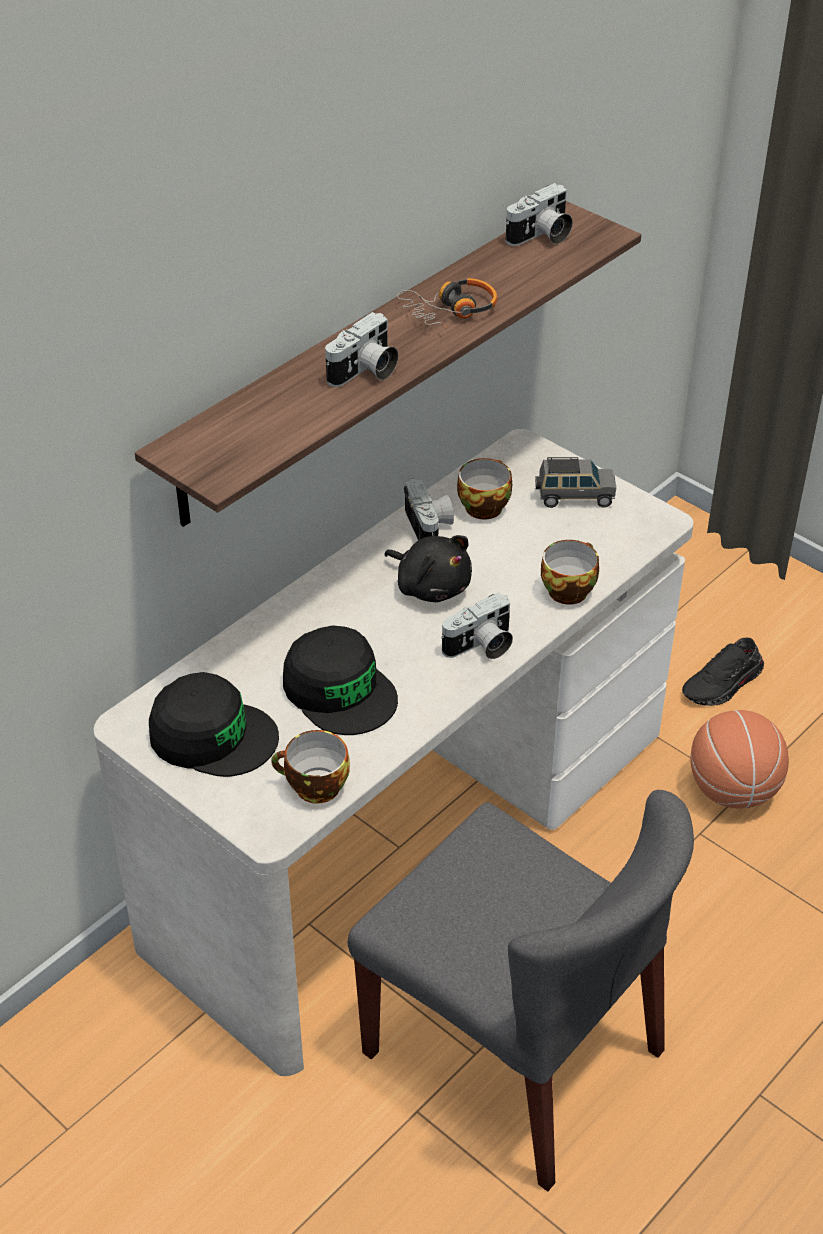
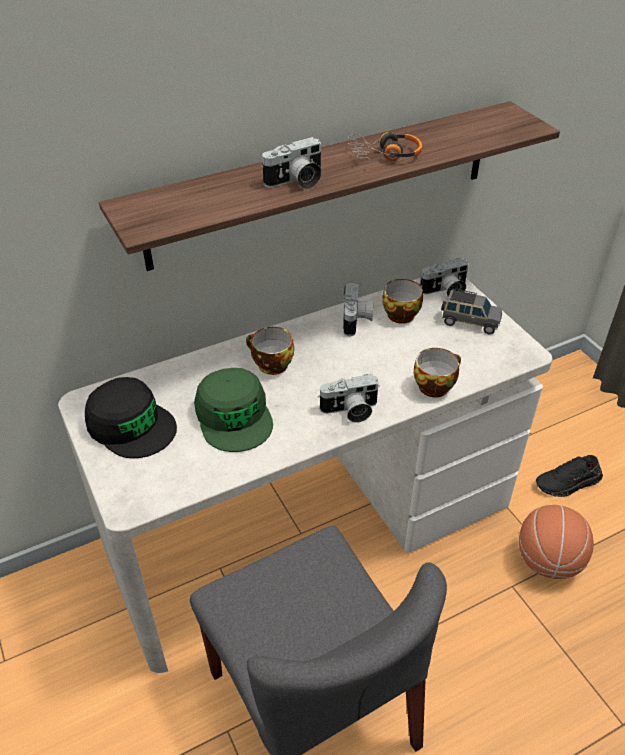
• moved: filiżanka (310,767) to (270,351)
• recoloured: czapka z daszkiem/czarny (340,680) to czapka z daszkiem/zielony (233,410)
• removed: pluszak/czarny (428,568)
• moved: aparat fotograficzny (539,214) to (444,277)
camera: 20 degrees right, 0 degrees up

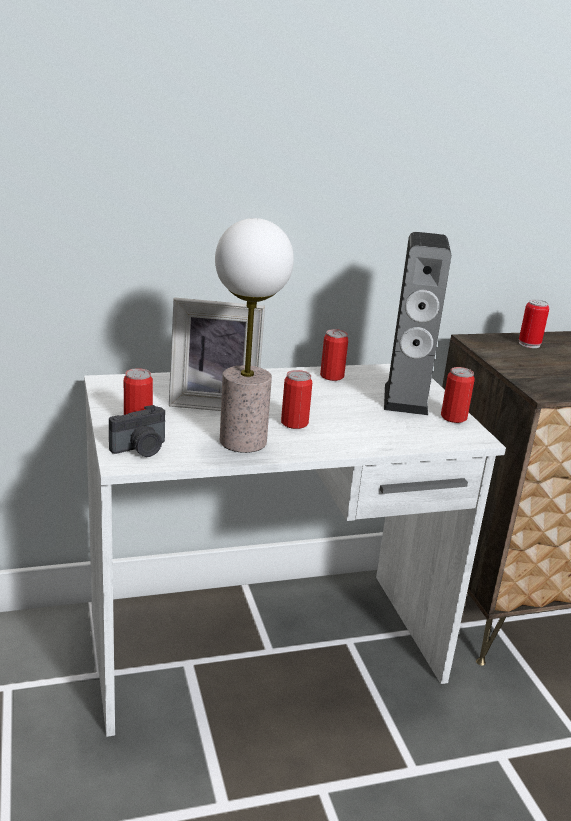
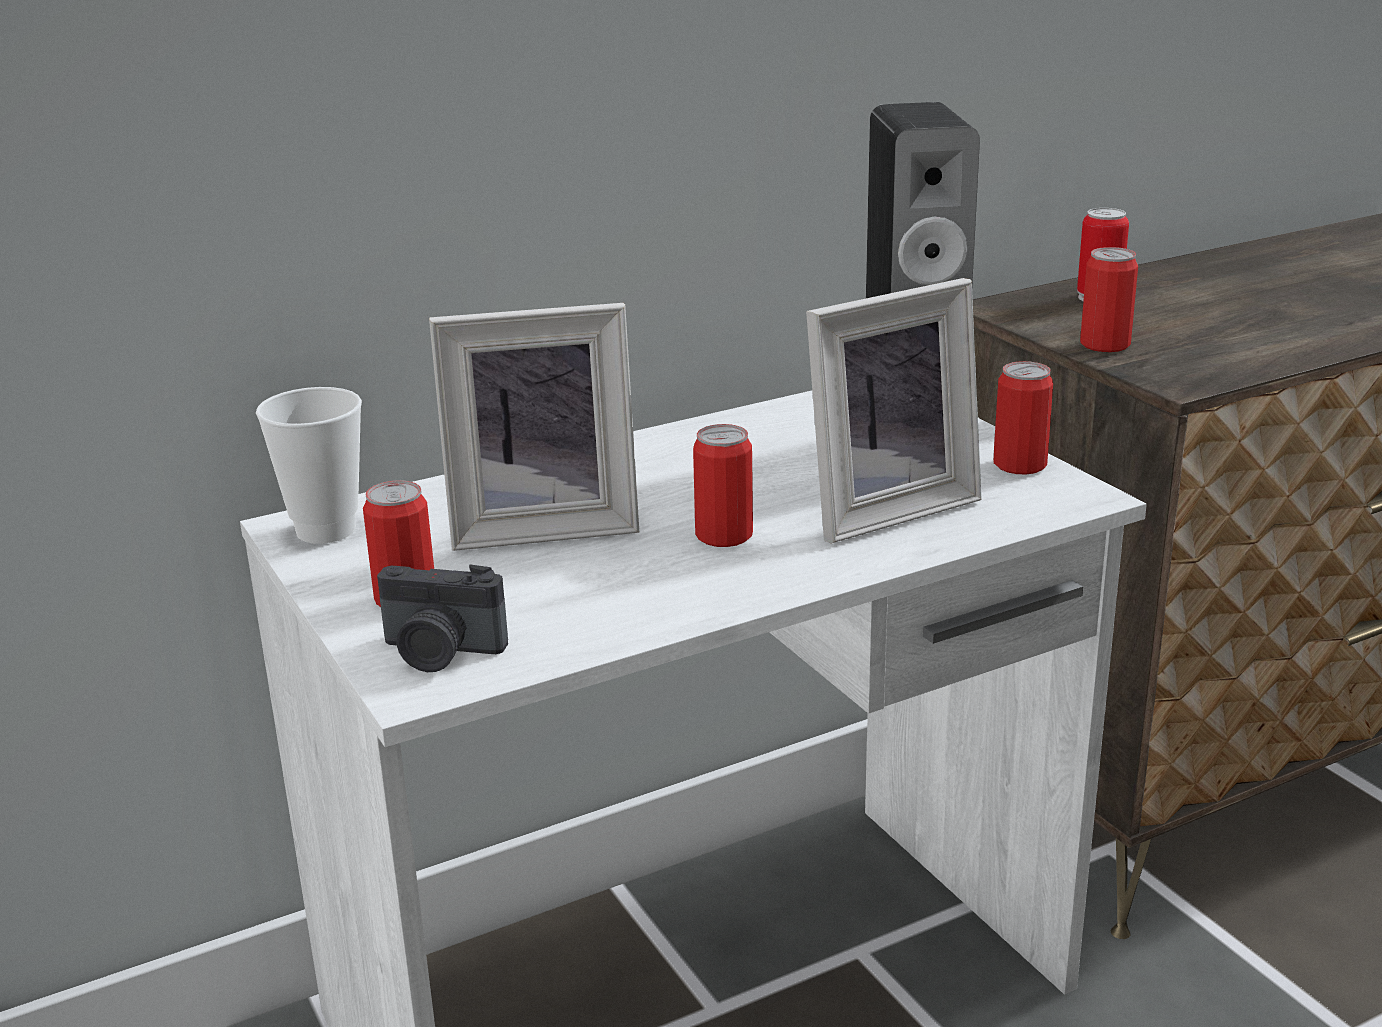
• turned: aparat fotograficzny (137,431) = (442,618) 60 degrees clockwise
• removed: lampa stołowa (254,335)
• moved: puszka (334,355) to (1109,299)
• added: filiżanka (309,465)
• added: ramka na zdjęcie (894,410)
camera: 10 degrees left, 0 degrees up

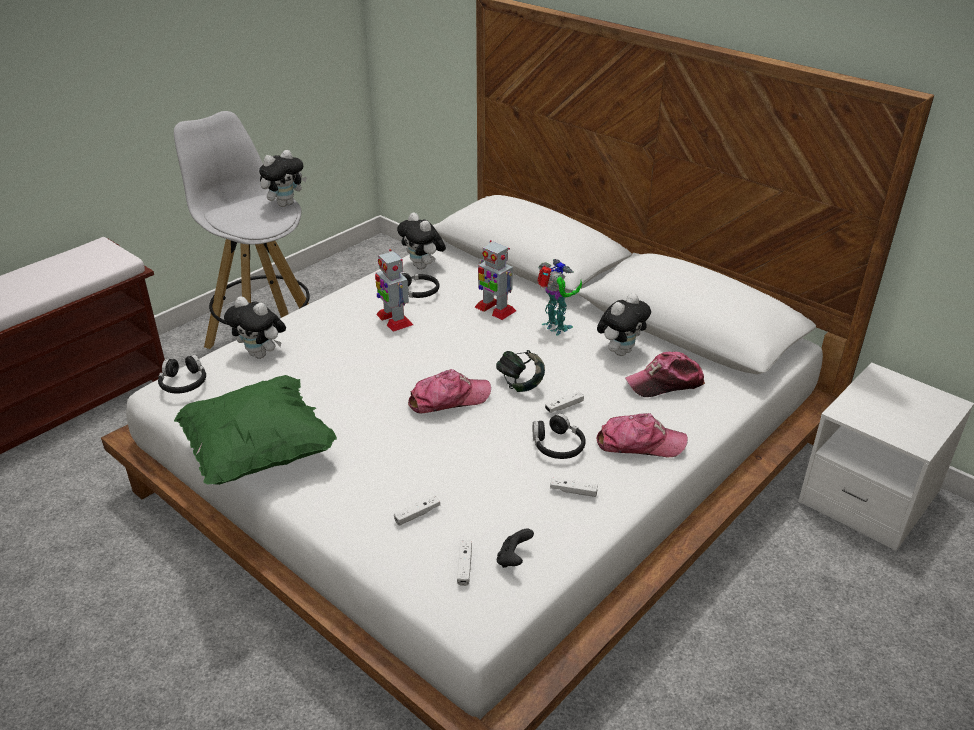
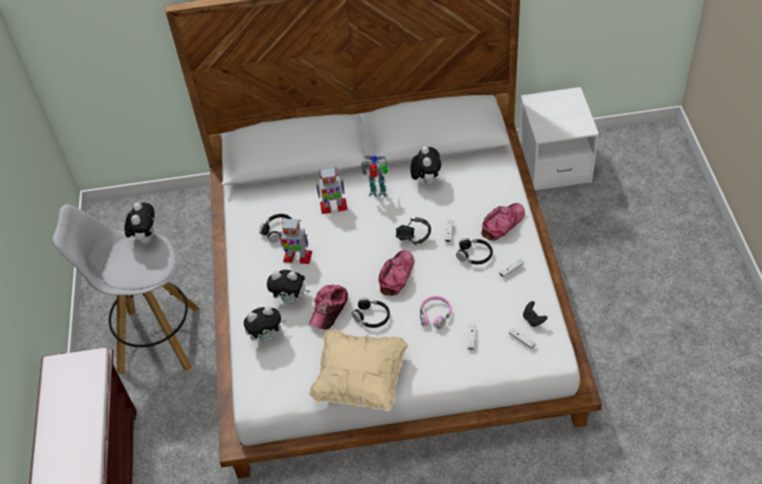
• moved: słuchawki/czarny (182,373) to (371,313)
• recoloured: poduszka/zielony (255,430) to poduszka/beżowy (358,370)
• moved: pluszak (421,241) to (288,287)
• moved: czapka z daszkiem (665,374) to (328,307)
• added: słuchawki/różowy (436,312)
camera: 45 degrees left, 15 degrees up

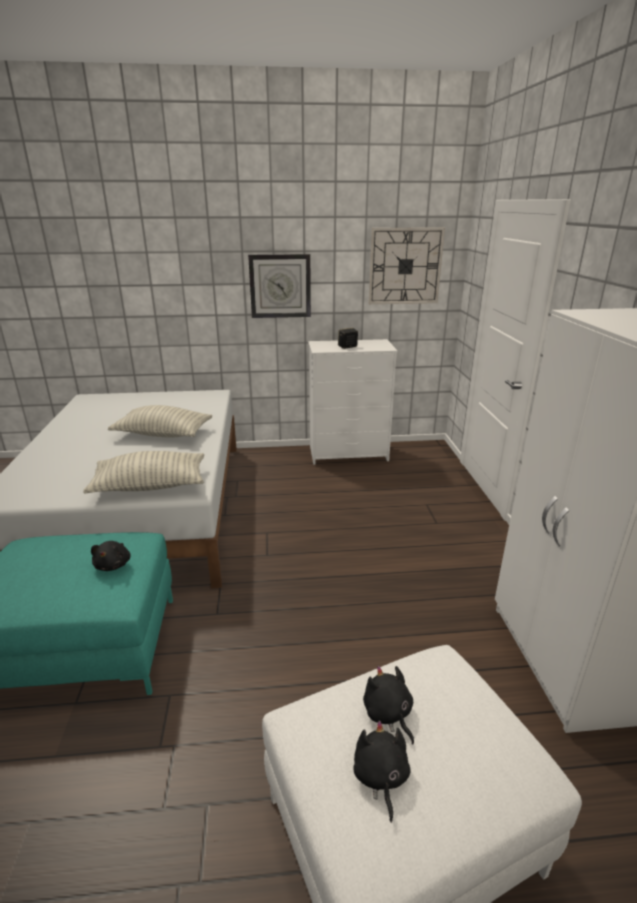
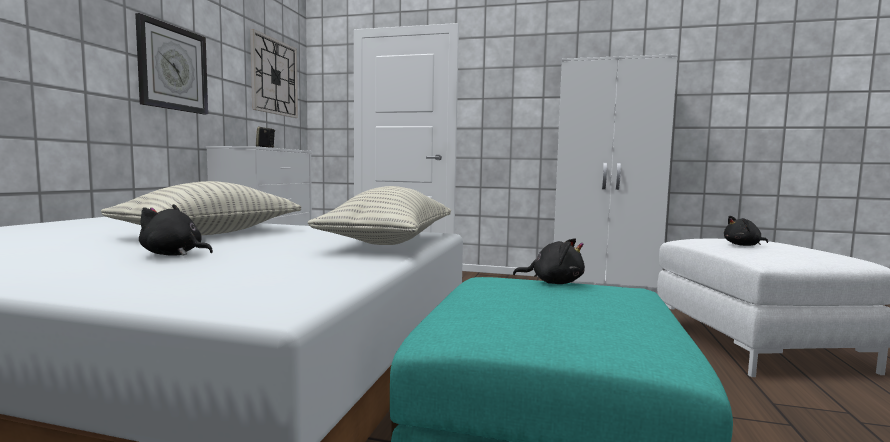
• moved: pluszak/czarny (382,771) to (176,230)
camera: 70 degrees left, 20 degrees down

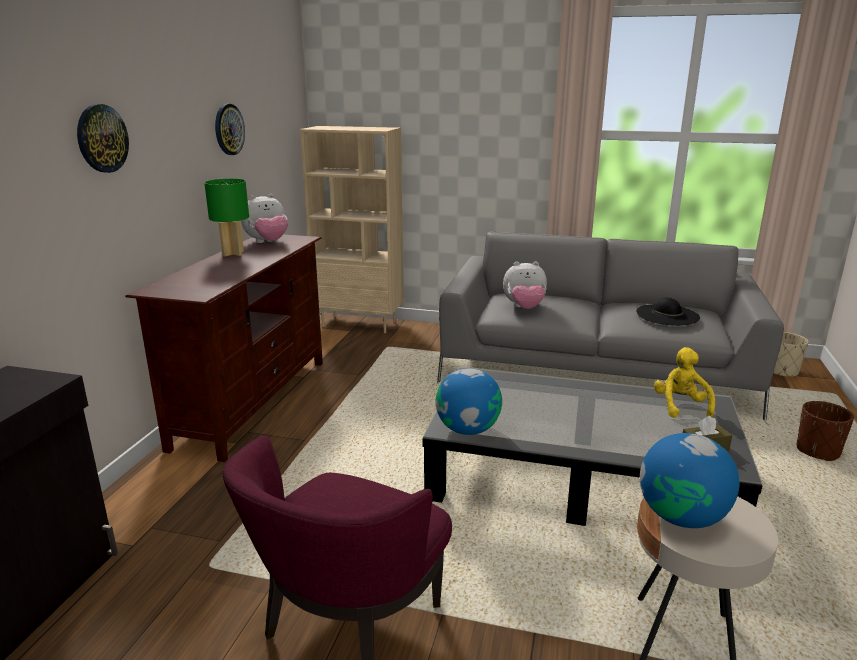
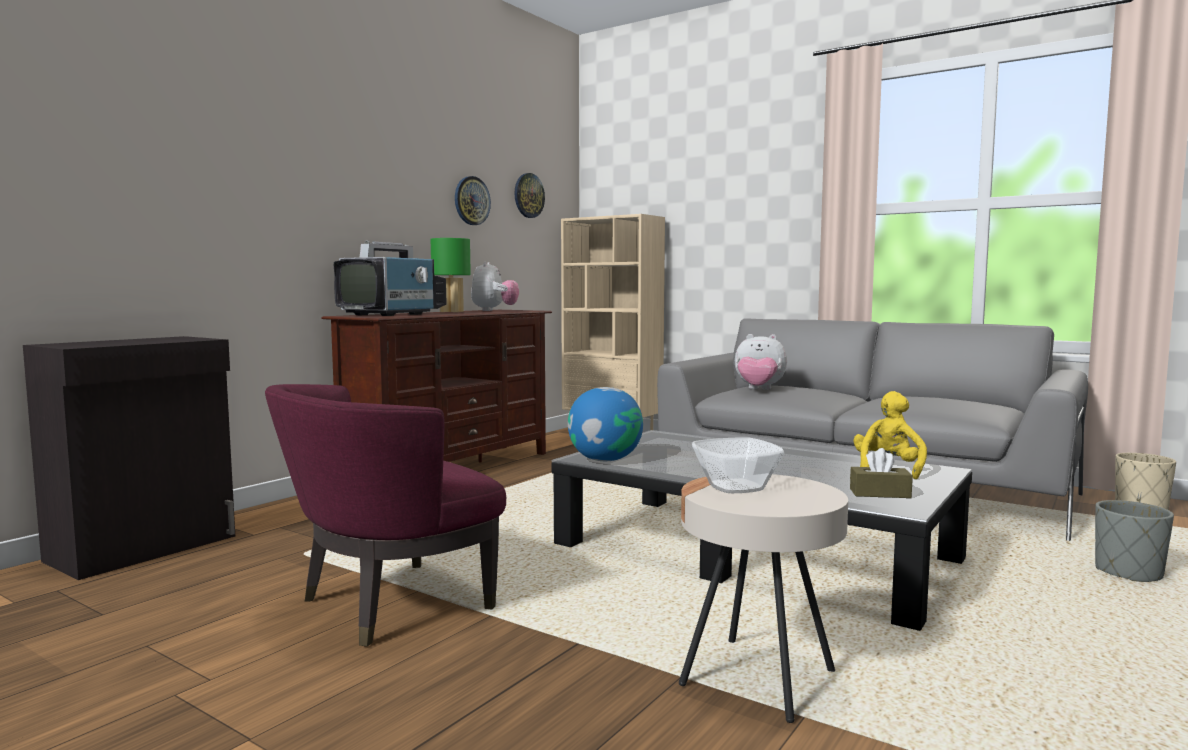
• moved: zegar ścienny (103,138) to (529,195)
• turned: pluszak (264,218) = (495,286) 75 degrees counterclockwise
• removed: kapelusz/czarny (668,312)
• replaced: globus (689,480) to miska (738,465)
• recoloured: donica/brązowy (825,431) to donica/szary (1134,541)
• added: telewizor (390,278)
camera: 20 degrees right, 15 degrees down

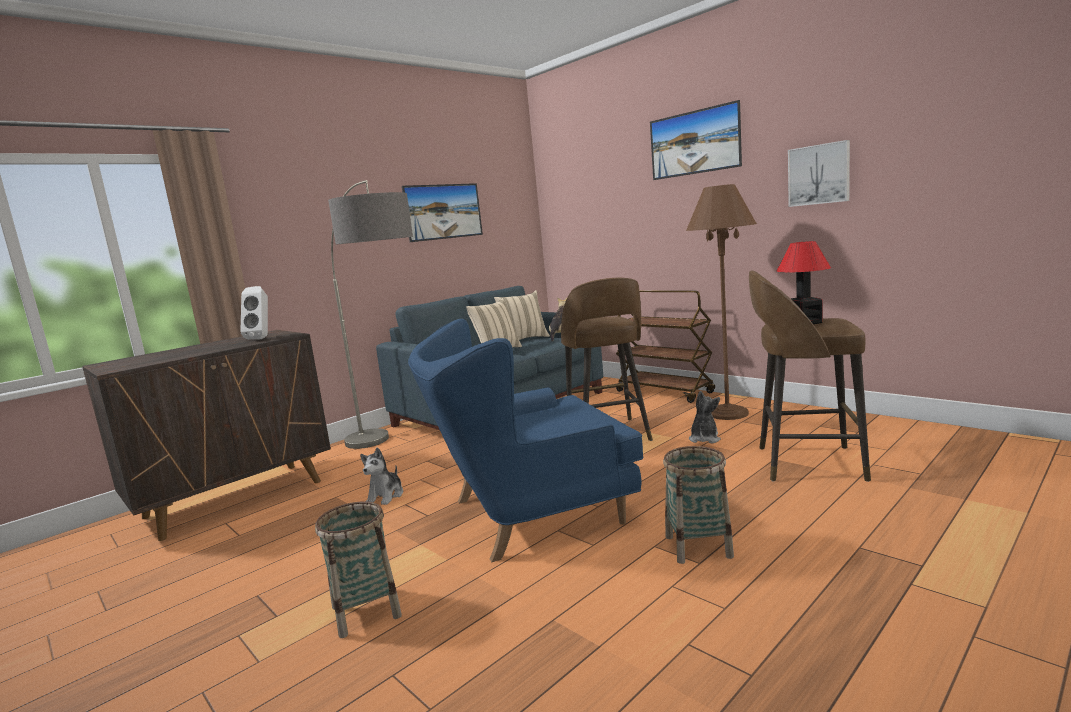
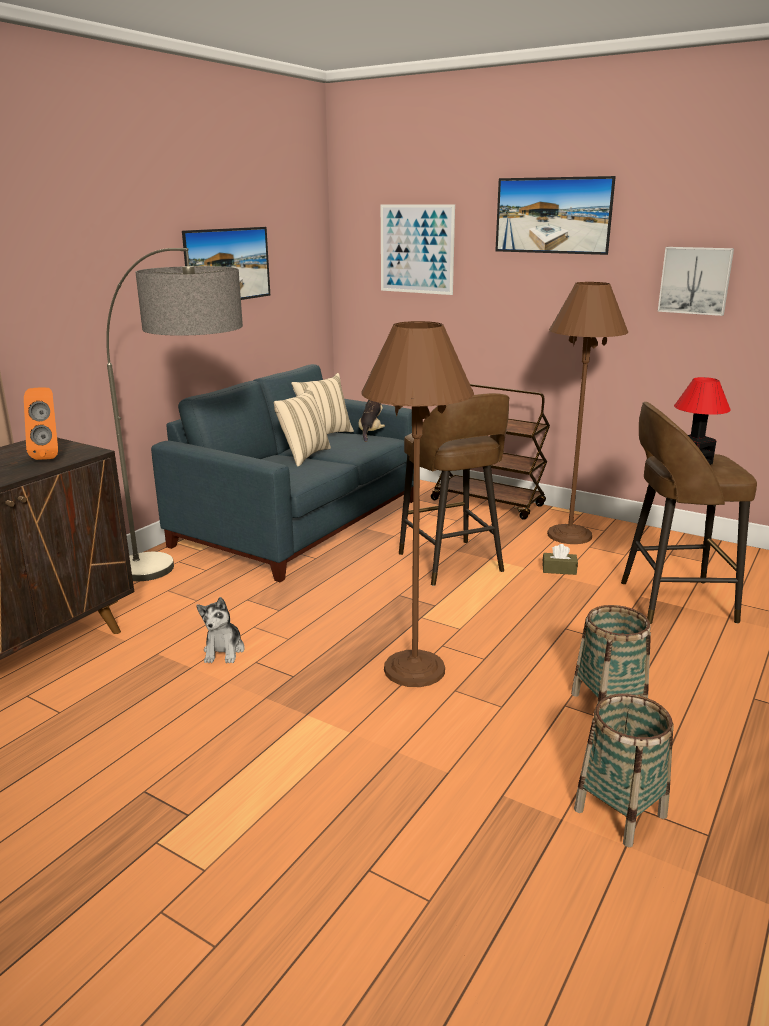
• recoloured: głośnik/biały (254,313) to głośnik/pomarańczowy (41,423)
• moved: koszyk (358,569) to (624,770)
• replaced: fotel/niebieski (525,440) to lampa stojąca/brązowy (417,504)
• replaced: pluszak (705,417) to pudełko chusteczek/brązowy (560,559)
• added: obraz (418,249)
camera: 15 degrees left, 10 degrees up

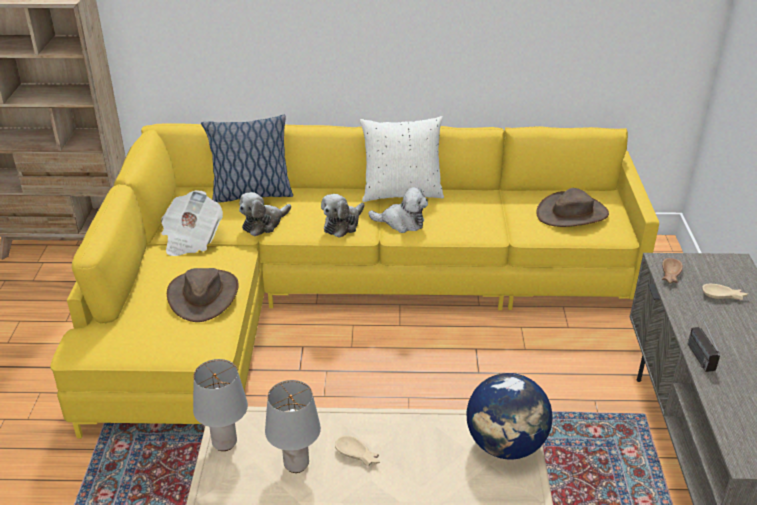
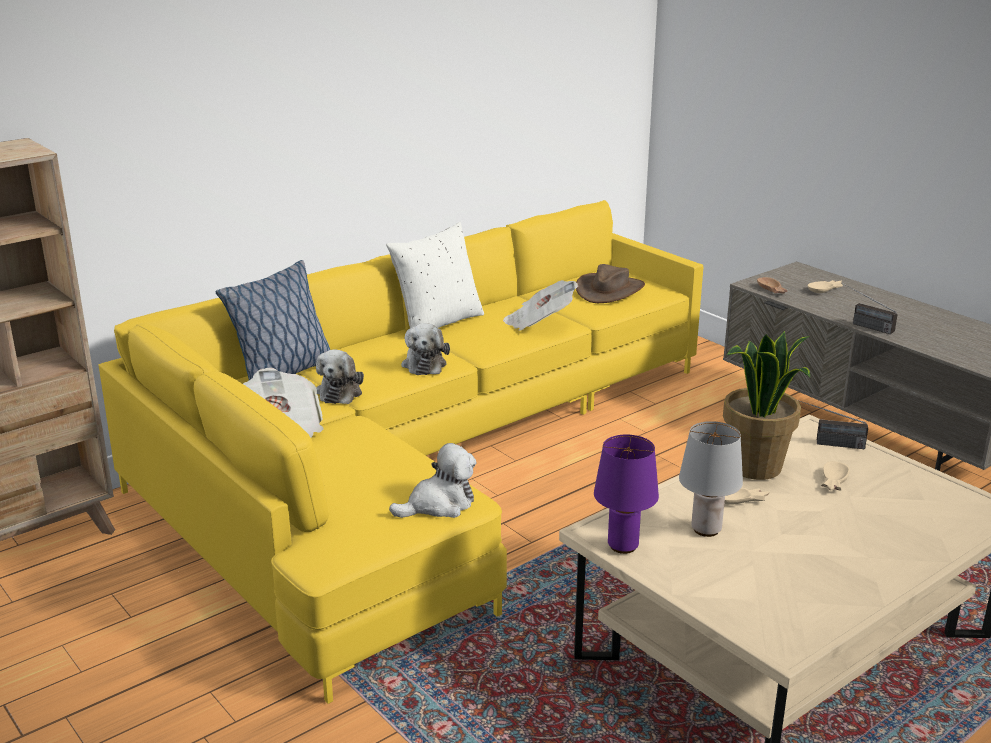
• removed: kapelusz/brązowy (203,295)
• recoloured: lampa stołowa/szary (220,405) to lampa stołowa/fioletowy (626,494)
• moved: pluszak (398,210) to (432,480)
• replaced: globus (510,416) to radio (832,424)
• added: gazeta (540,305)
• added: roślina doniczkowa (766,405)
• added: miska/beżowy (835,476)
camera: 40 degrees left, 10 degrees down

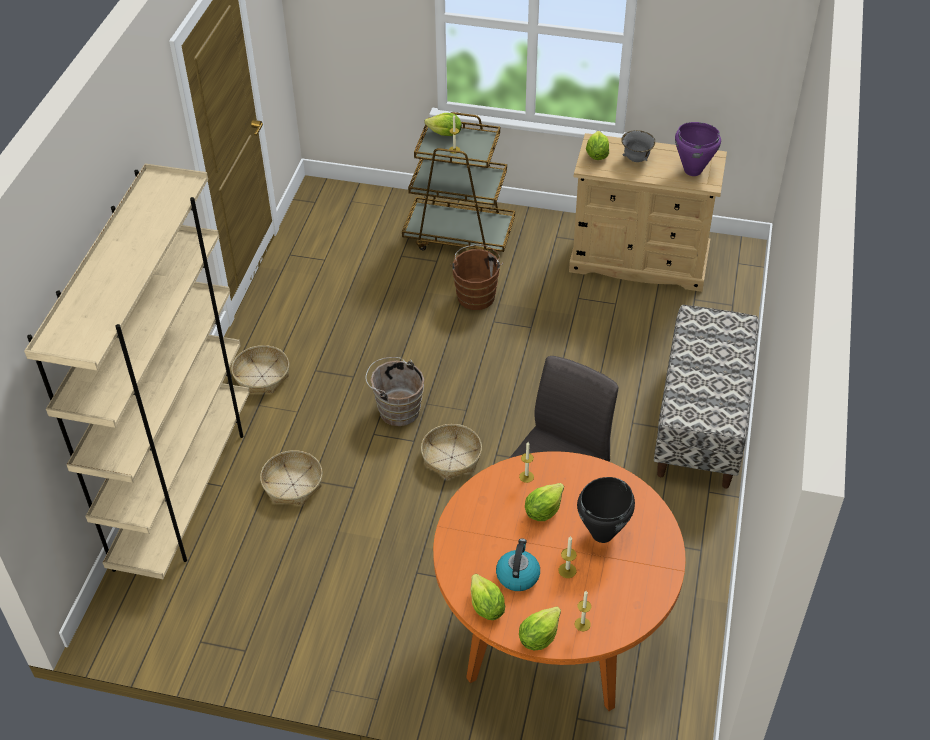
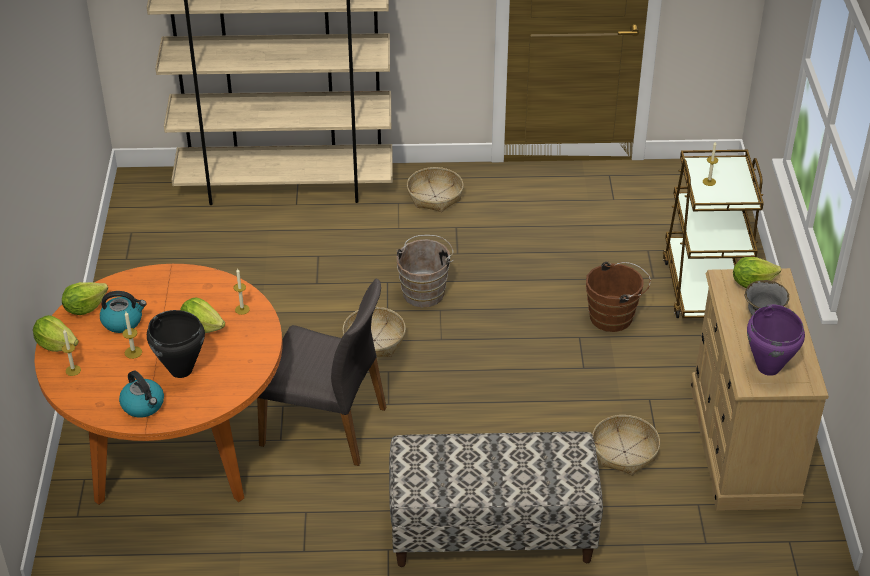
• moved: koszyk (291,477) to (626,445)
• removed: sałata (443,124)
• added: czajnik (141,394)
camera: 75 degrees right, 5 degrees down

